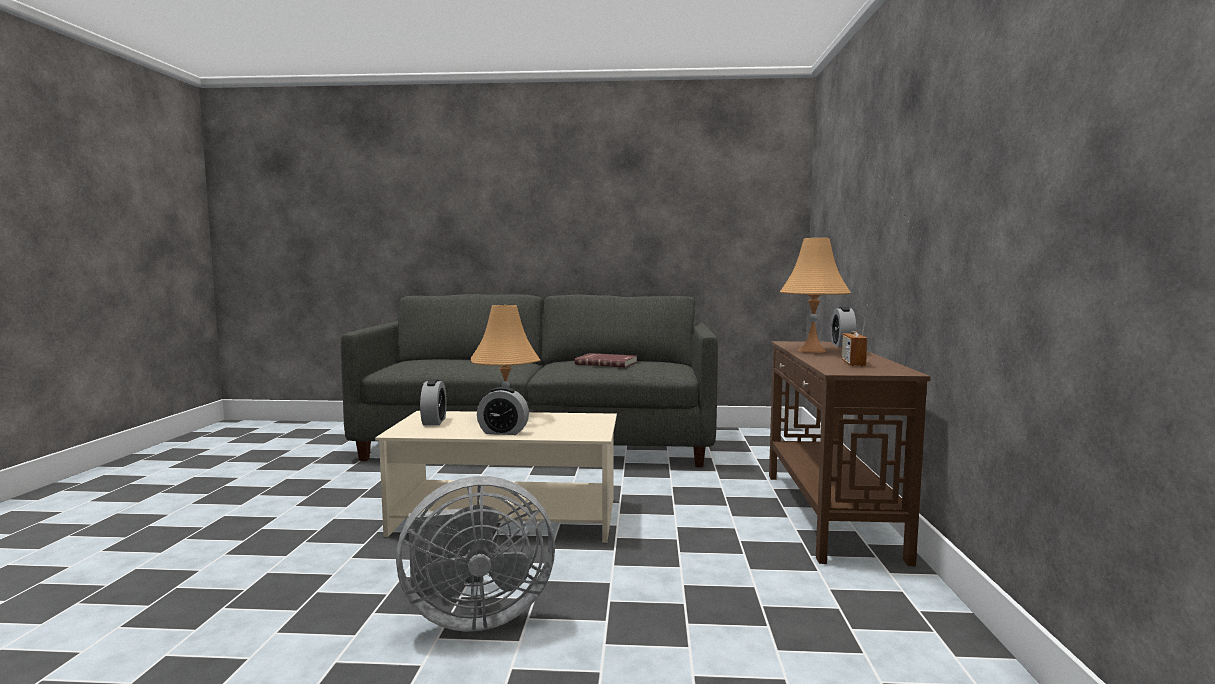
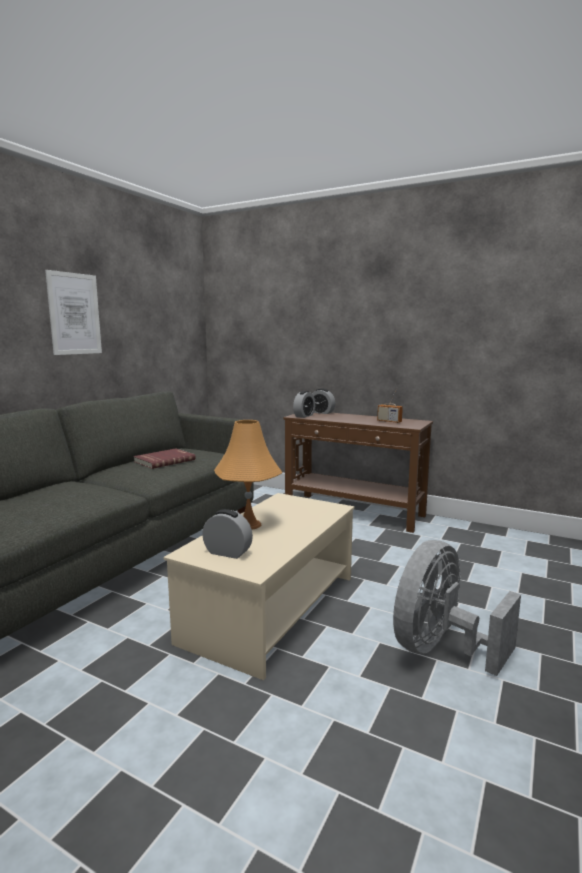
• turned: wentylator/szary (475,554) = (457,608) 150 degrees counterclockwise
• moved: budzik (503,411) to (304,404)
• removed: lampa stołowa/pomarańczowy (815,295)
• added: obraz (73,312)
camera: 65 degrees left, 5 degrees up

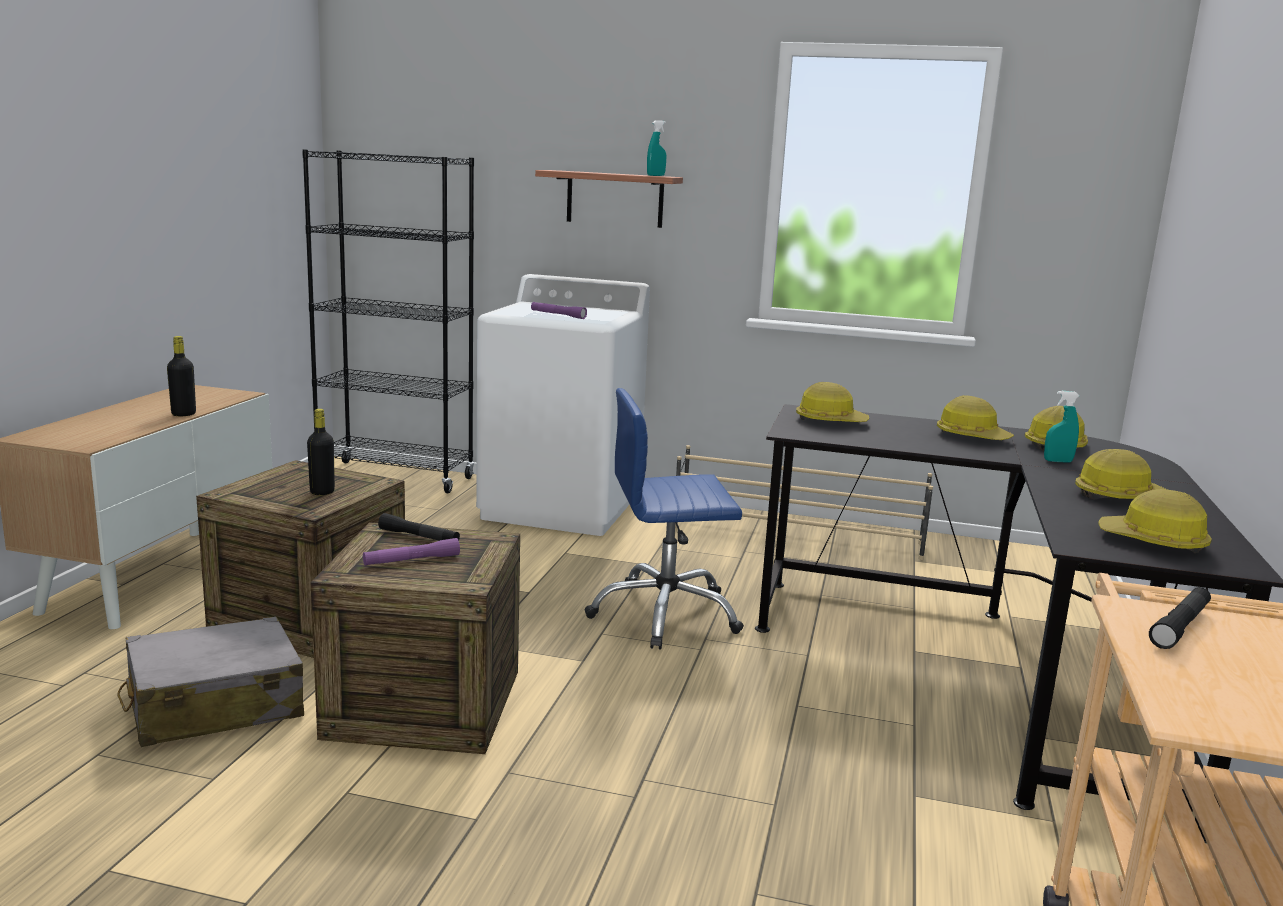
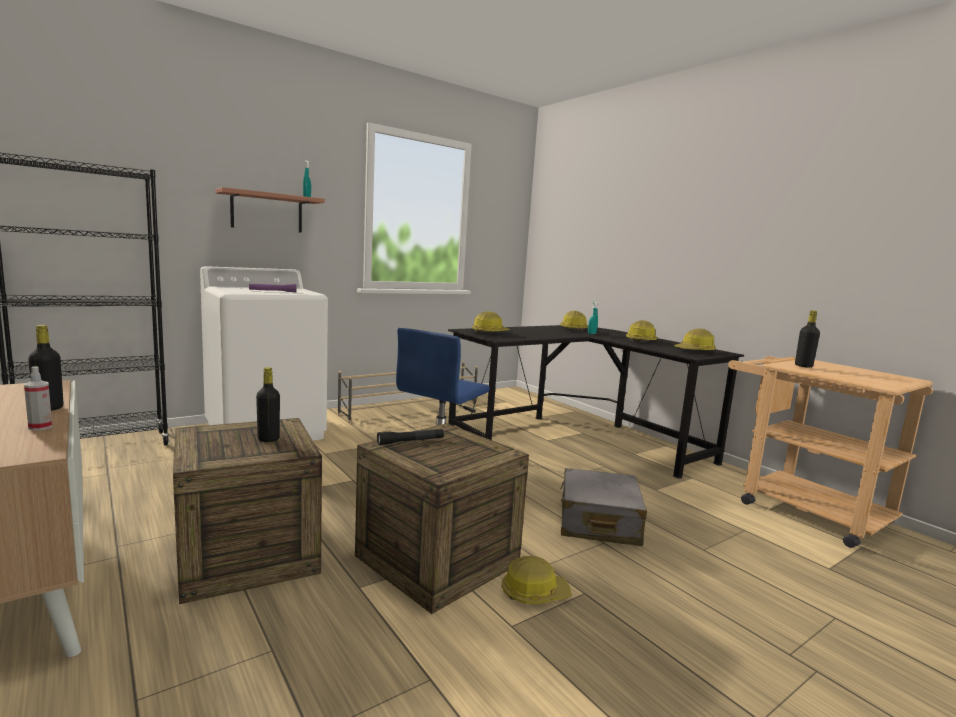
• moved: walizka/szary (210,681) to (603,507)
• removed: latarka/fioletowy (411,552)
• moved: kask (975,417) to (537,580)
• replaced: latarka/czarny (1180,618) to butelka/czarny (807,339)
• added: spryskiwacz (38,398)
camera: 50 degrees left, 5 degrees down

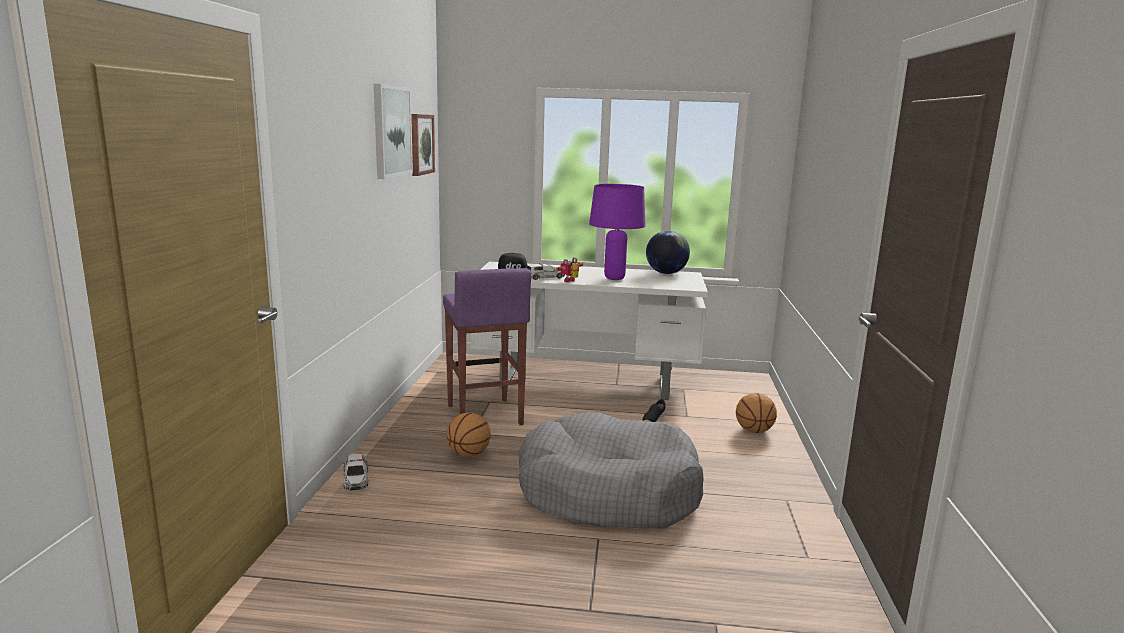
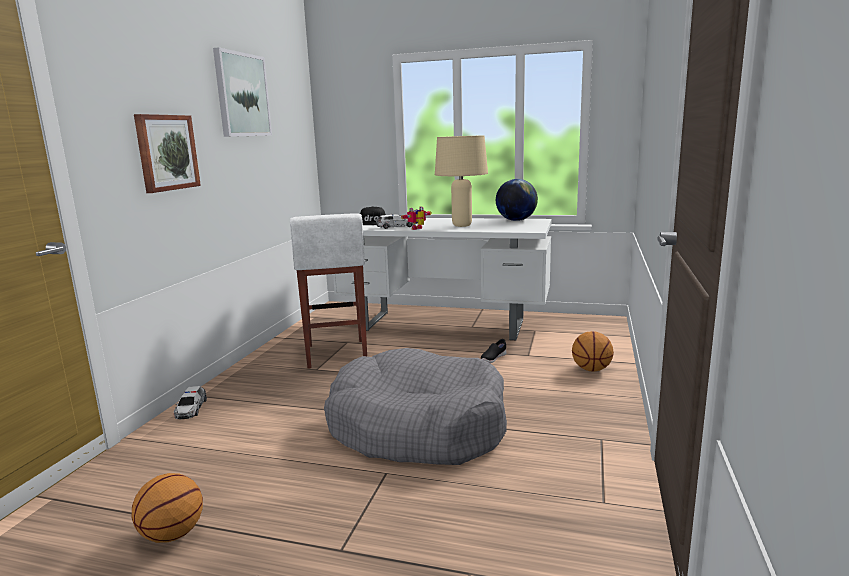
• moved: obraz (423,145) to (167,153)
• recoloured: stołek/fioletowy (487,346) to stołek/biały (328,291)
• moved: piłka do koszykówki (468,434) to (167,508)
• recoloured: lampa stołowa/fioletowy (617,232) to lampa stołowa/beżowy (461,181)
camera: 10 degrees right, 0 degrees up

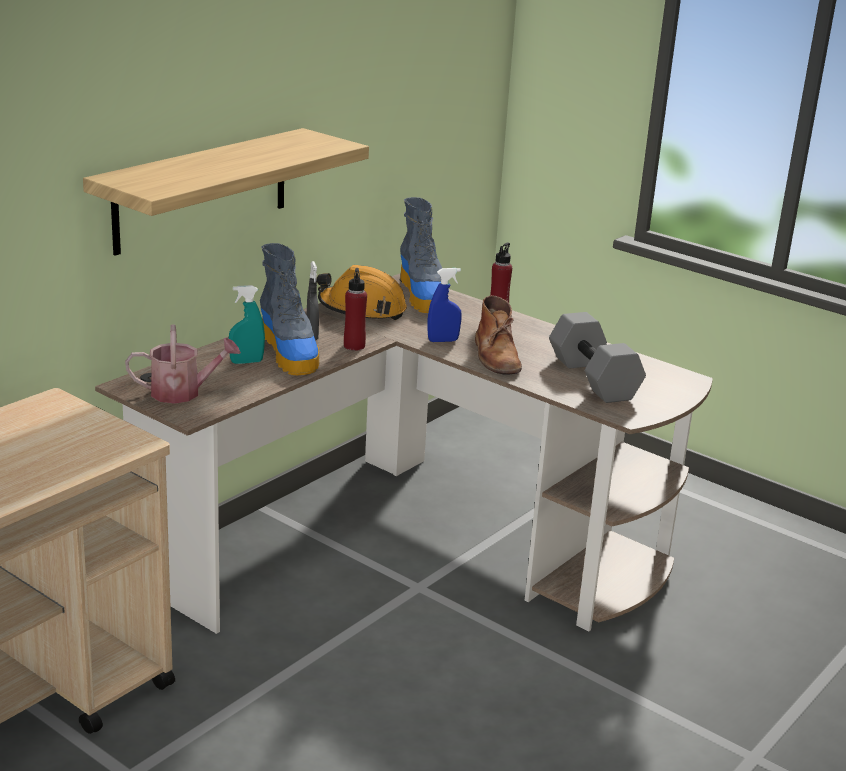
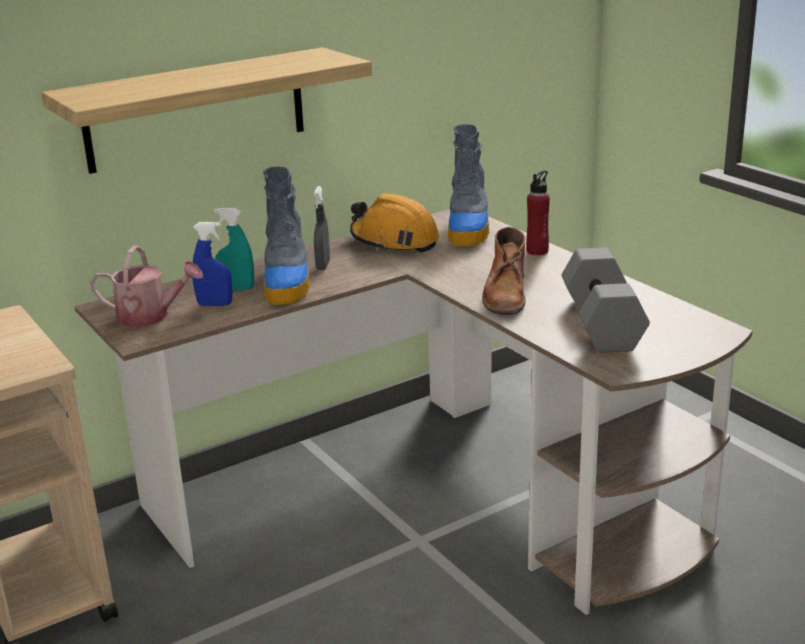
• removed: butelka/czerwony (355,309)
• moved: spryskiwacz/niebieski (445,305) to (212,264)
camera: 20 degrees right, 0 degrees up

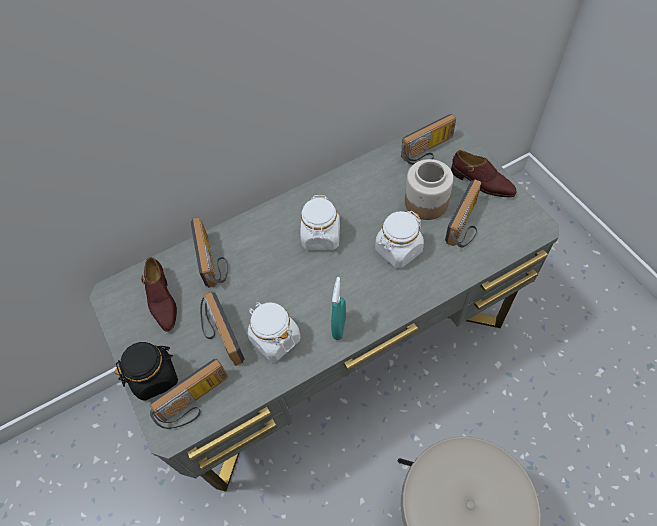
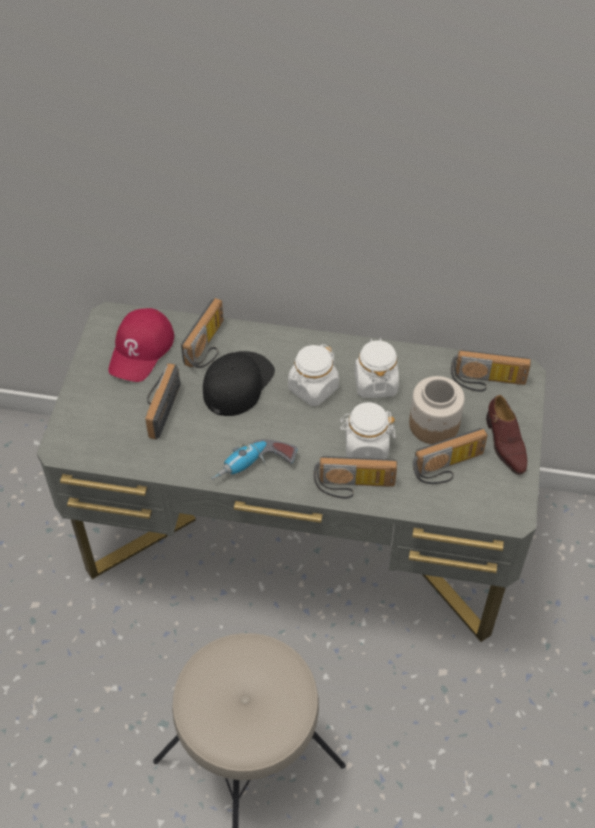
• removed: słoik/czarny (146,371)
• replaced: but/brązowy (159,294) to czapka z daszkiem/czerwony (141,345)
• moved: radio (189,394) to (355,477)
• moved: słoik/biały (274,331) to (377,368)
• replaced: spryskiwacz/turkusowy (338,308) to wiertarka (254,459)
• added: czapka z daszkiem/czarny (239,383)
camera: 35 degrees right, 5 degrees down

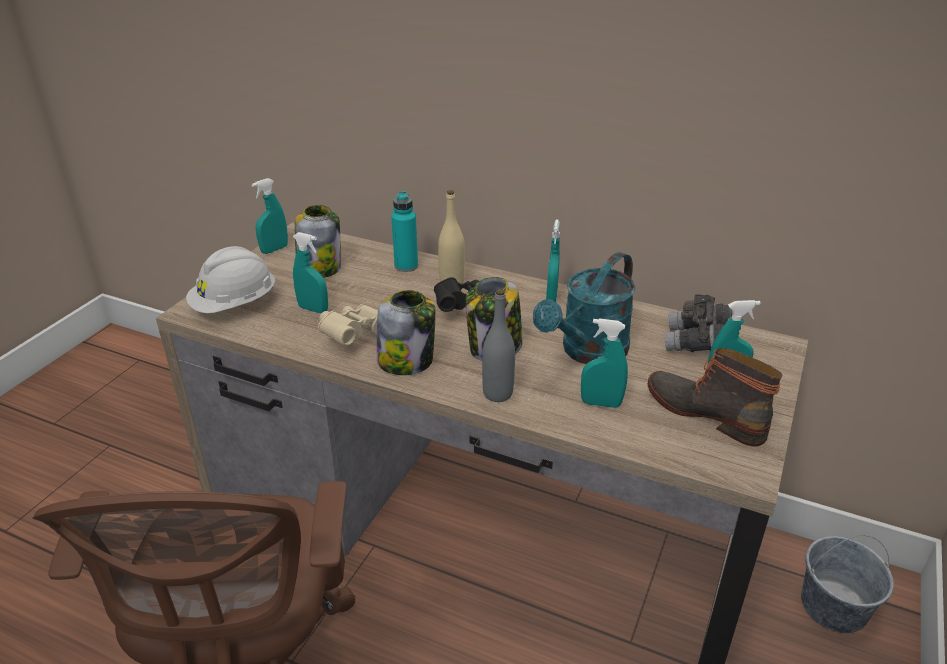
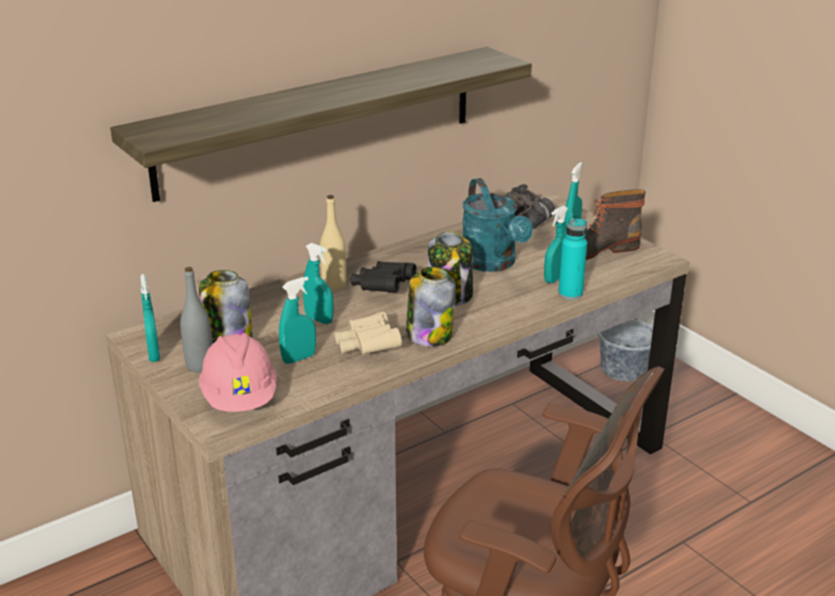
• recoloured: kask/biały (230,279) to kask/różowy (237,372)
• moved: butelka/turkusowy (404,231) to (572,259)
• moved: butelka/szary (498,345) to (196,319)
• moved: spryskiwacz/turkusowy (553,261) to (318,283)
• added: półka (321,124)
camera: 60 degrees left, 5 degrees down

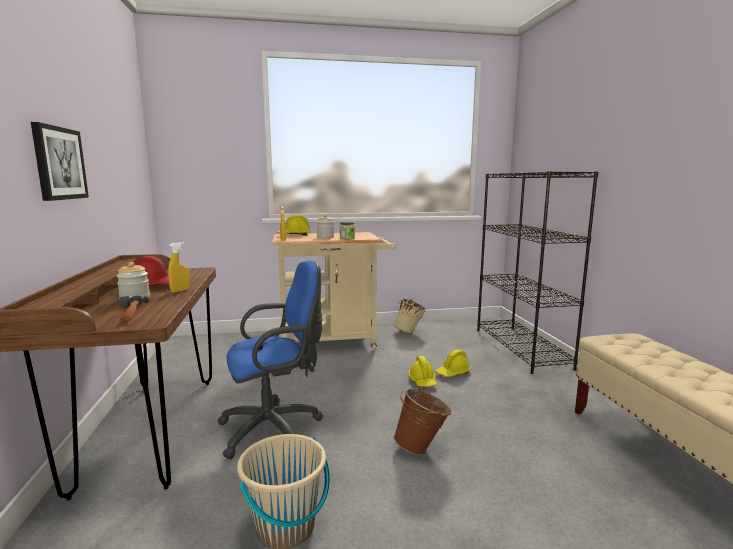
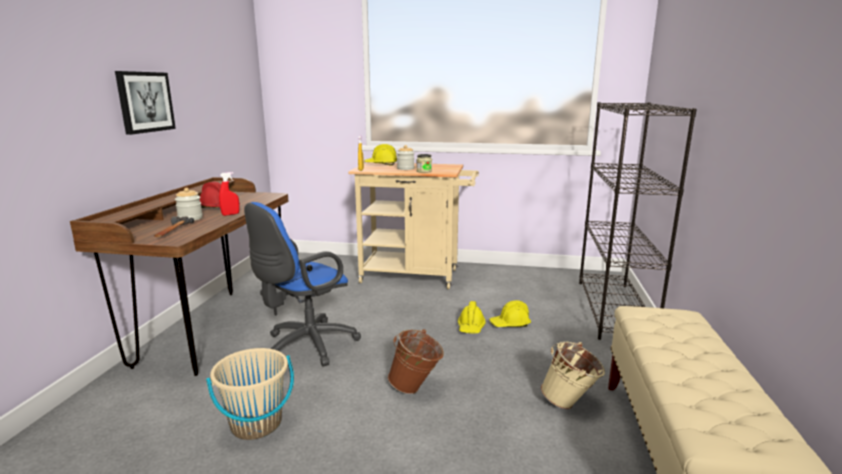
• recoloured: spryskiwacz/żółty (179,267) to spryskiwacz/czerwony (229,194)
• turned: krzesło biurowe/niebieski (270,360) = (302,284) 135 degrees clockwise
• moved: wiadro/beżowy (410,316) to (573,375)
camera: 20 degrees right, 5 degrees up

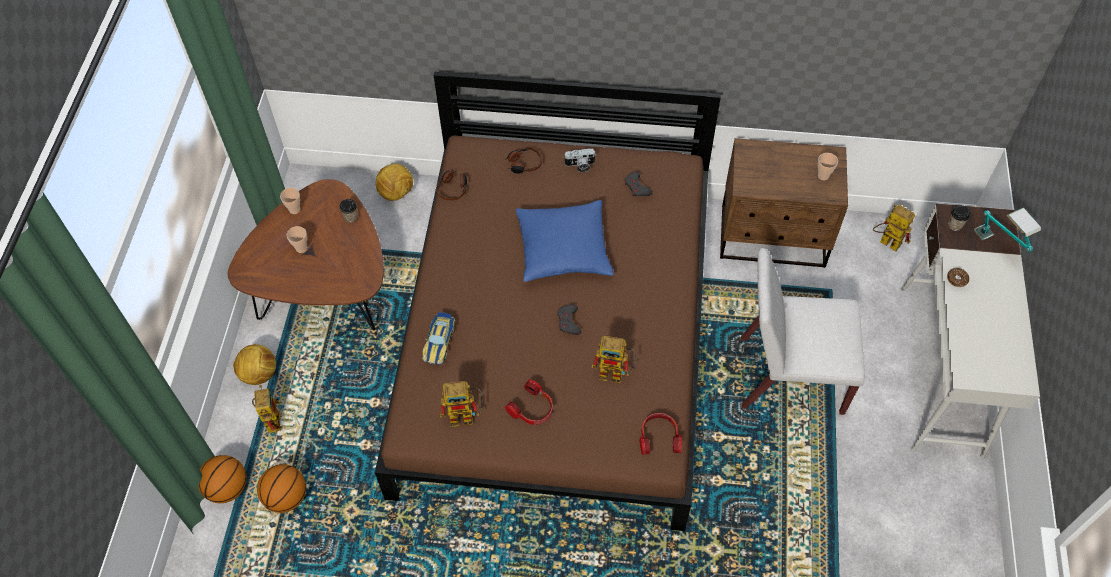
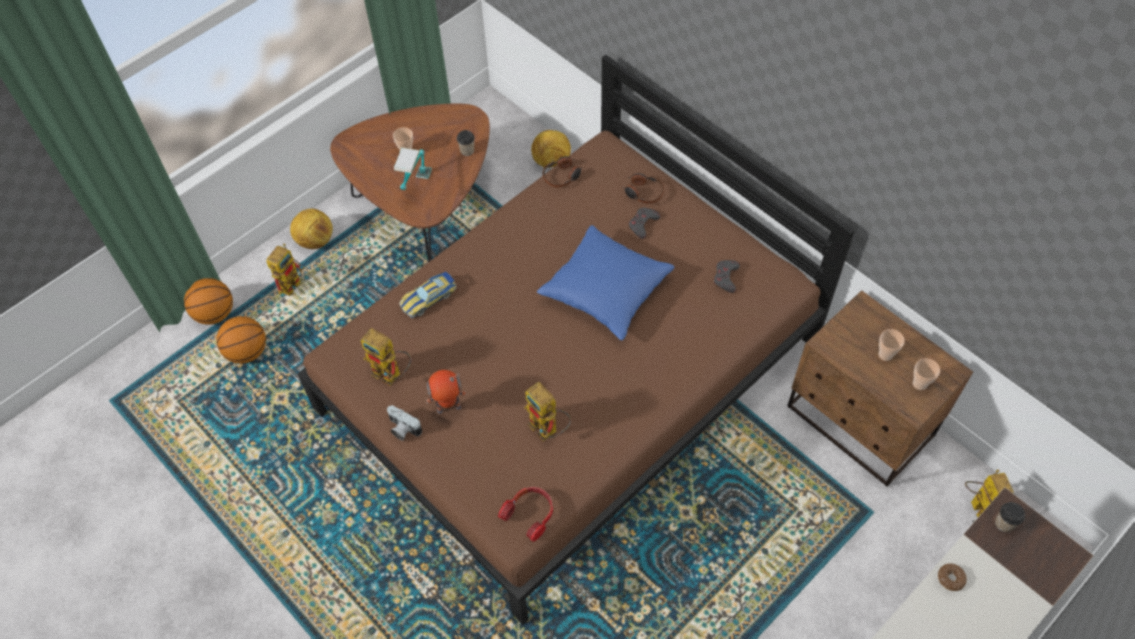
• moved: filiżanka (290,201) to (892,345)
• replaced: słuchawki (529,402) to robot zabawkowy (446,392)
• moved: pad do gier/szary (569,319) to (644,223)
• moved: aparat fotograficzny (579,160) to (404,423)
• removed: krzesło/biały (803,331)
• moved: lampa stołowa (1007,230) to (413,169)
camera: 40 degrees right, 0 degrees up

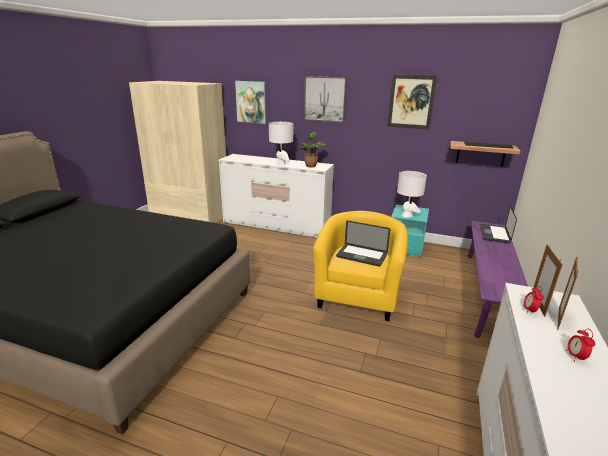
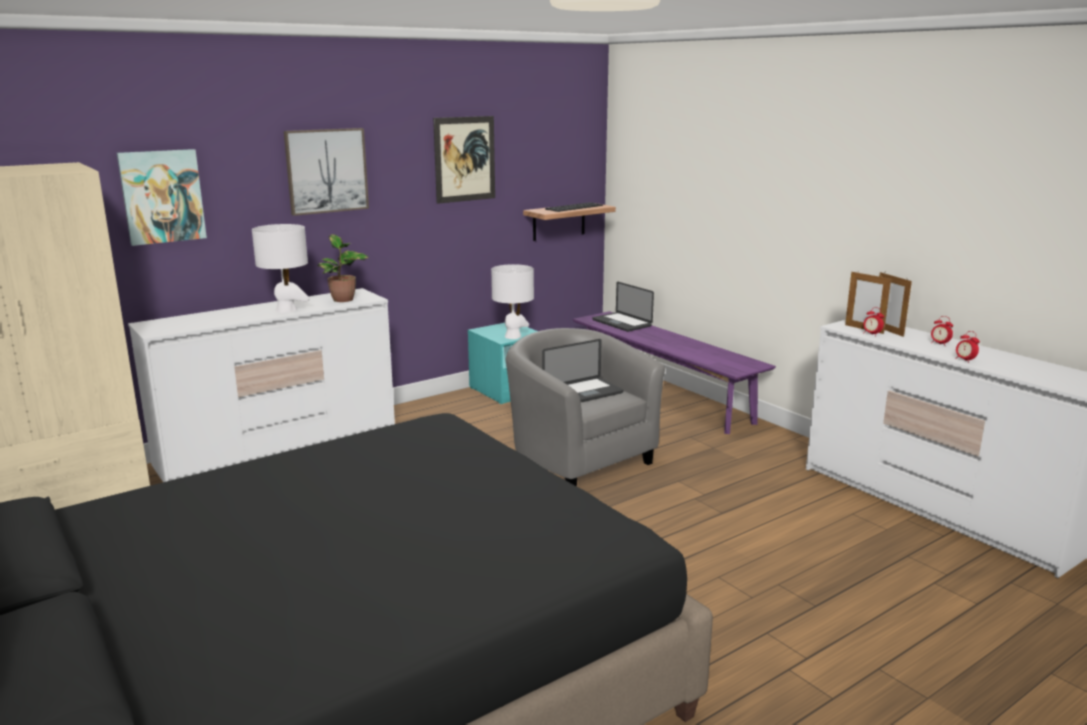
• recoloured: fotel/żółty (360,266) to fotel/szary (585,407)
• added: budzik (967,347)
camera: 55 degrees left, 5 degrees down

